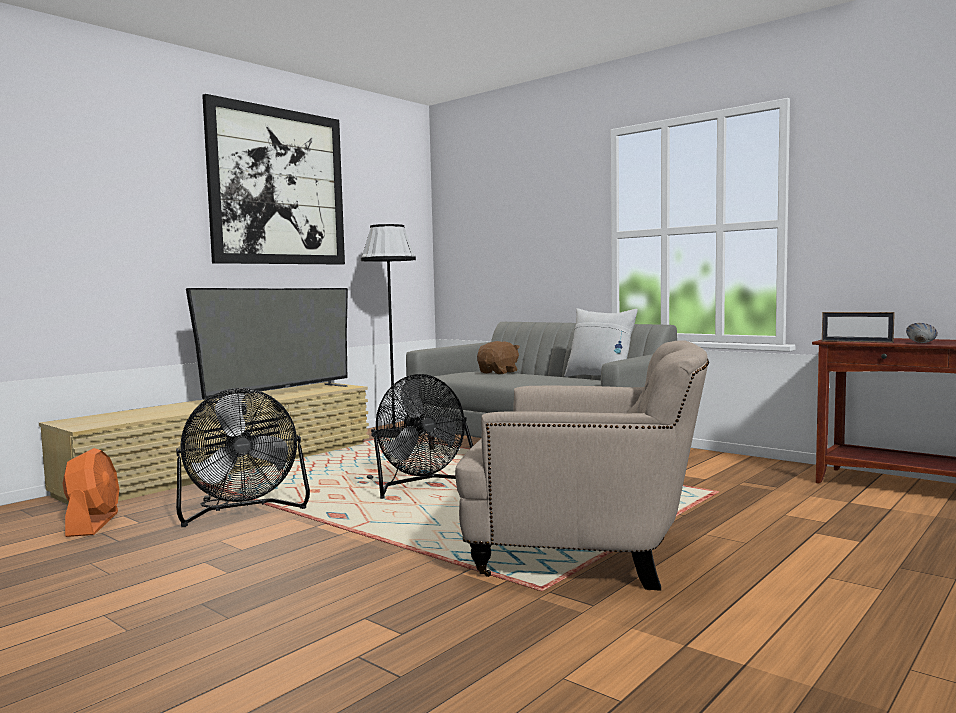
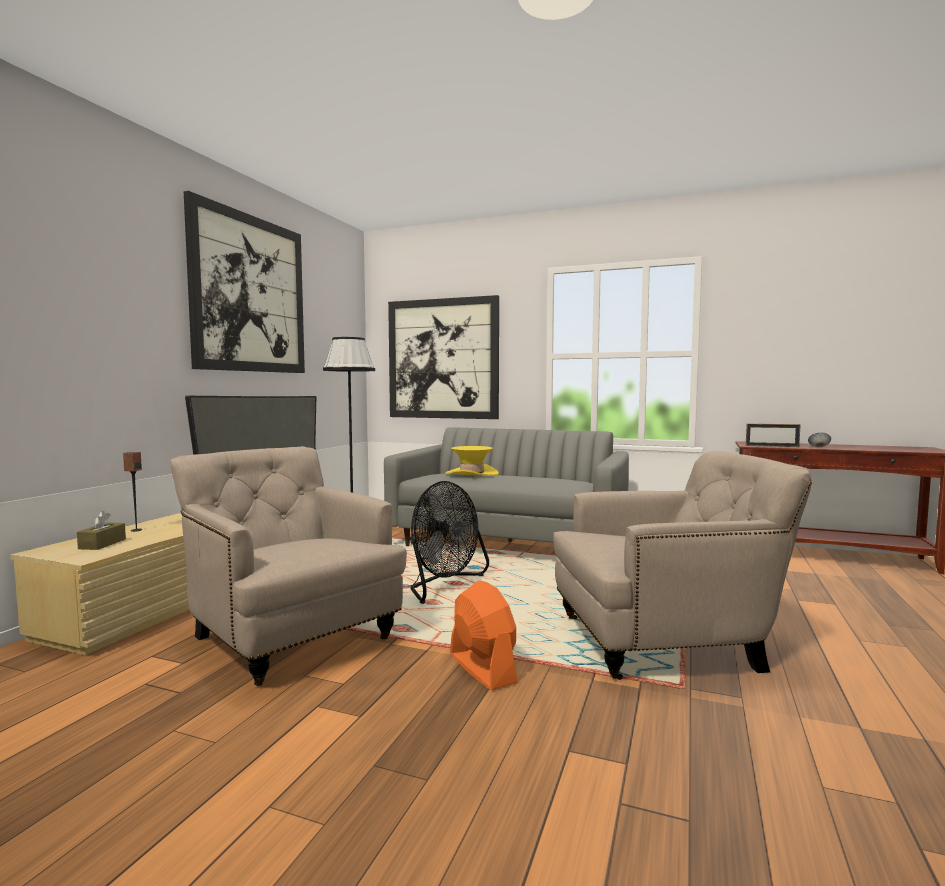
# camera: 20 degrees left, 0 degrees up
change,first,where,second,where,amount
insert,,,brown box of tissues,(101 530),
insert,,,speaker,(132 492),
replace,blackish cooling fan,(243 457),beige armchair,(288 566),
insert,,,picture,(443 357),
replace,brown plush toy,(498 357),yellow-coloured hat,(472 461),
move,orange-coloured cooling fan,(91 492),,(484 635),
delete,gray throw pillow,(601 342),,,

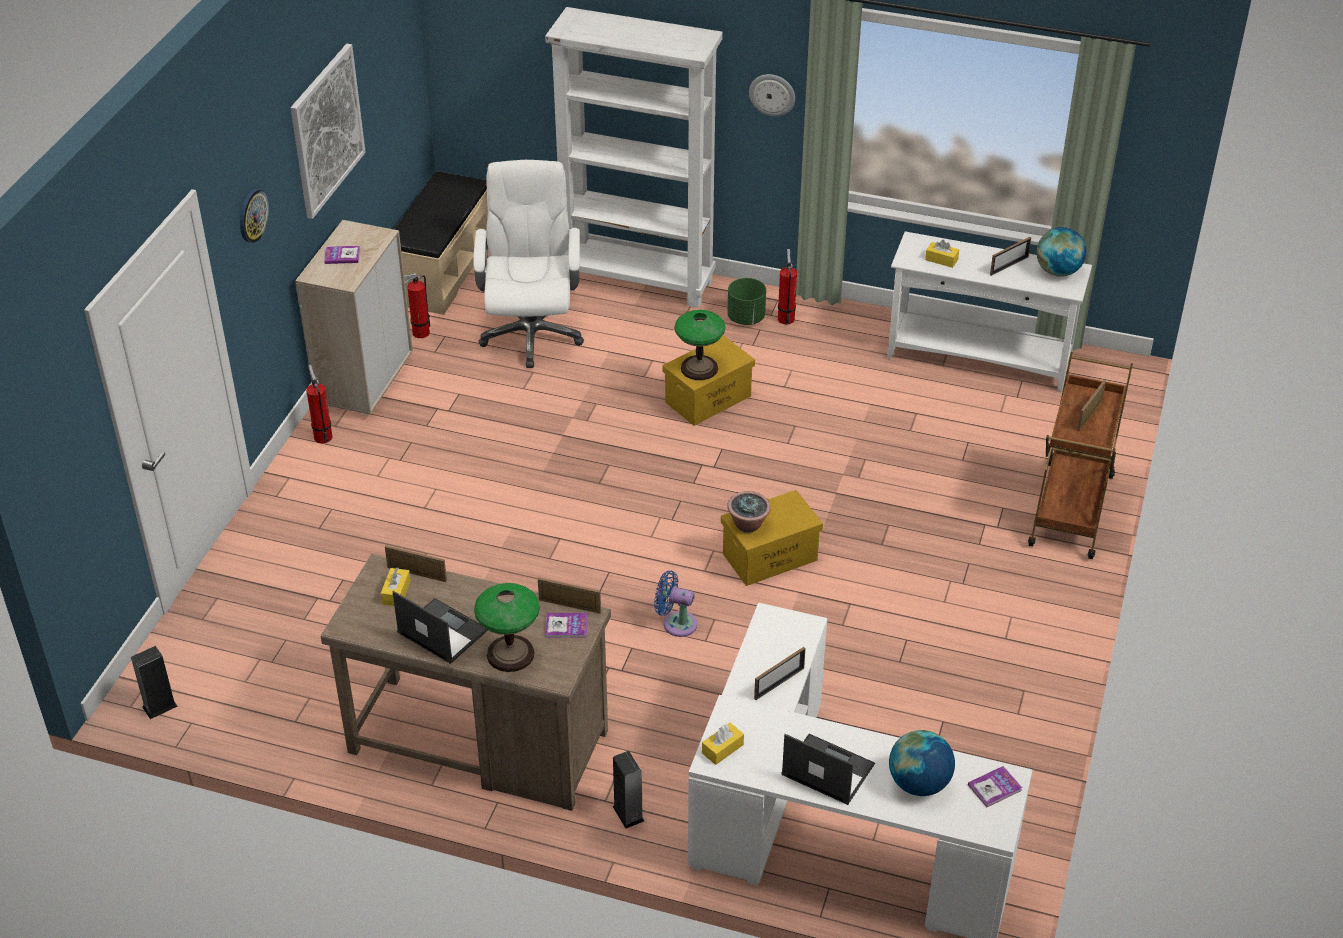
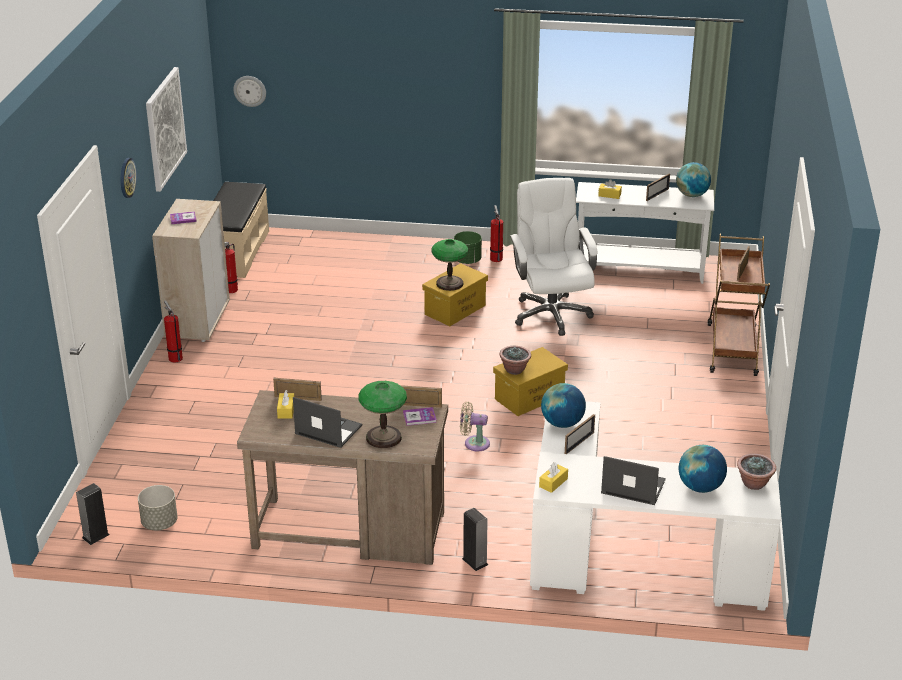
# camera: 10 degrees left, 10 degrees down
change,first,where,second,where,amount
insert,,,gray plant pot,(158 507),
move,clock on the wall,(772 95),,(249 91),
recolor,blue cooling fan,(676 604),beige cooling fan,(475 426),
move,white-coloured computer chair,(528 264),,(554 257),
insert,,,world globe,(563 405),
replace,book,(995 786),houseplant,(756 471),
delete,white-coloured bookcase,(634 157),,,

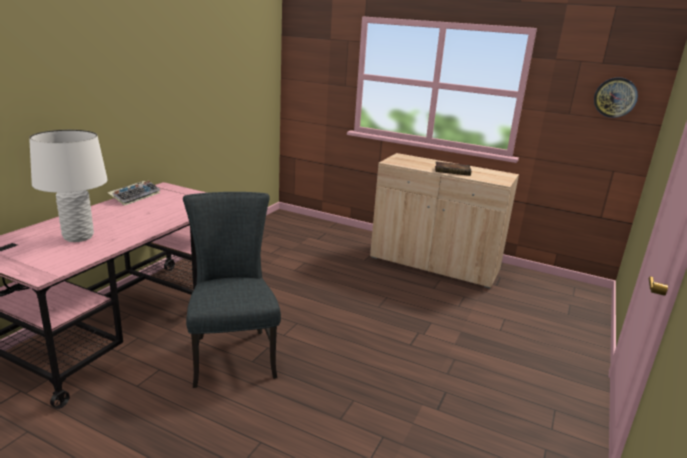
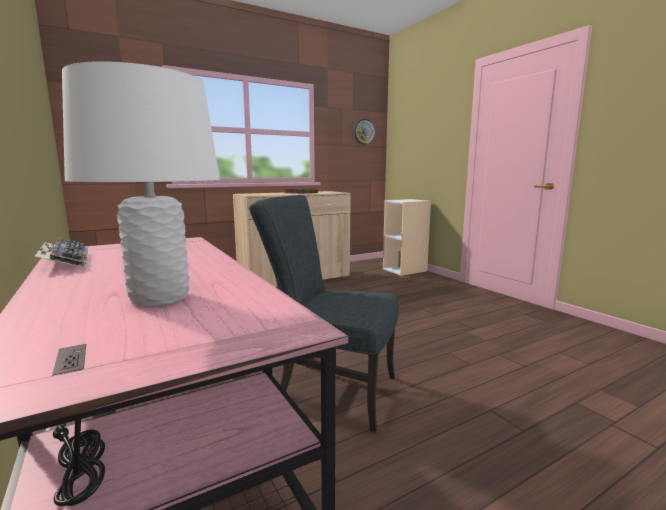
# camera: 55 degrees left, 10 degrees down
change,first,where,second,where,amount
insert,,,bookcase,(407 237),

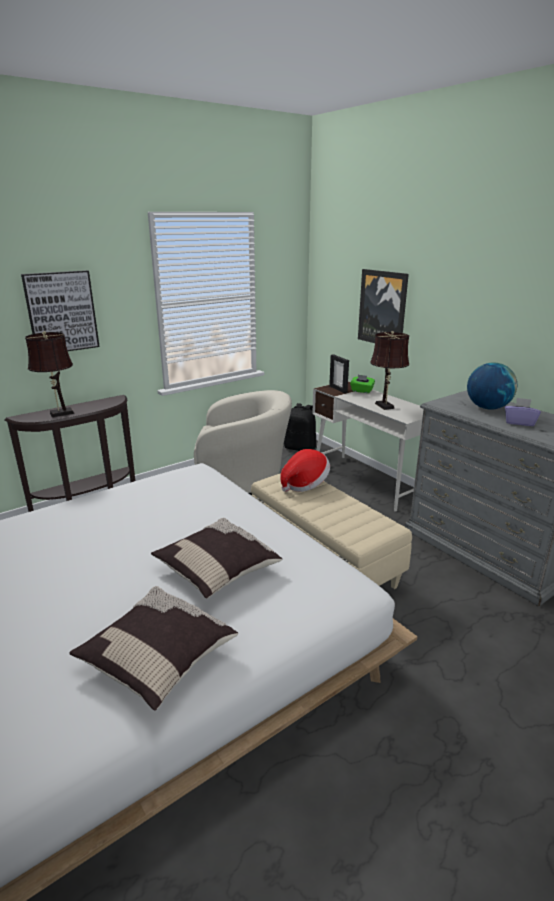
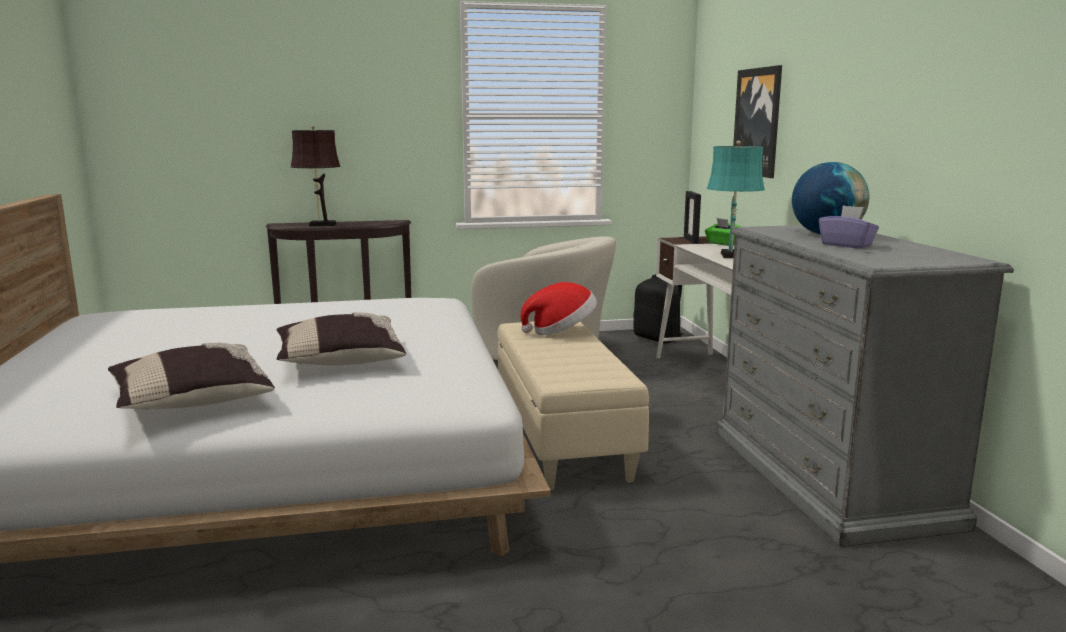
# camera: 25 degrees right, 10 degrees down
change,first,where,second,where,amount
recolor,brown tabletop lamp,(389 370),turquoise tabletop lamp,(736 199),
delete,picture,(60 310),,,

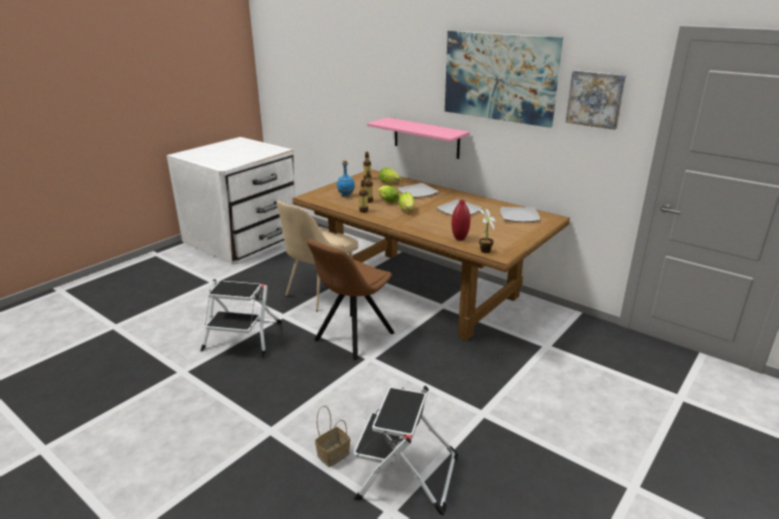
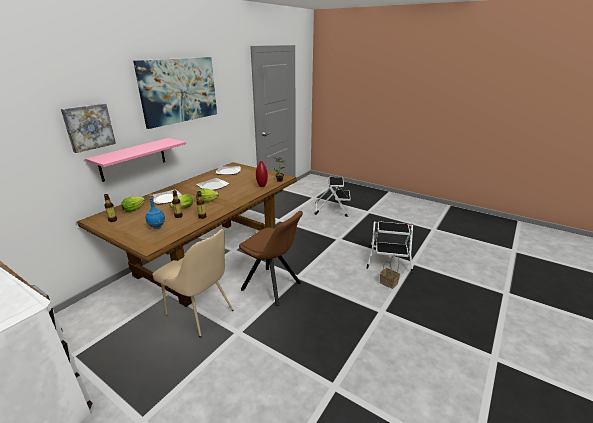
# camera: 95 degrees left, 0 degrees up
change,first,where,second,where,amount
move,picture,(596 100),,(88 128),
move,stepladder,(241 318),,(333 196),

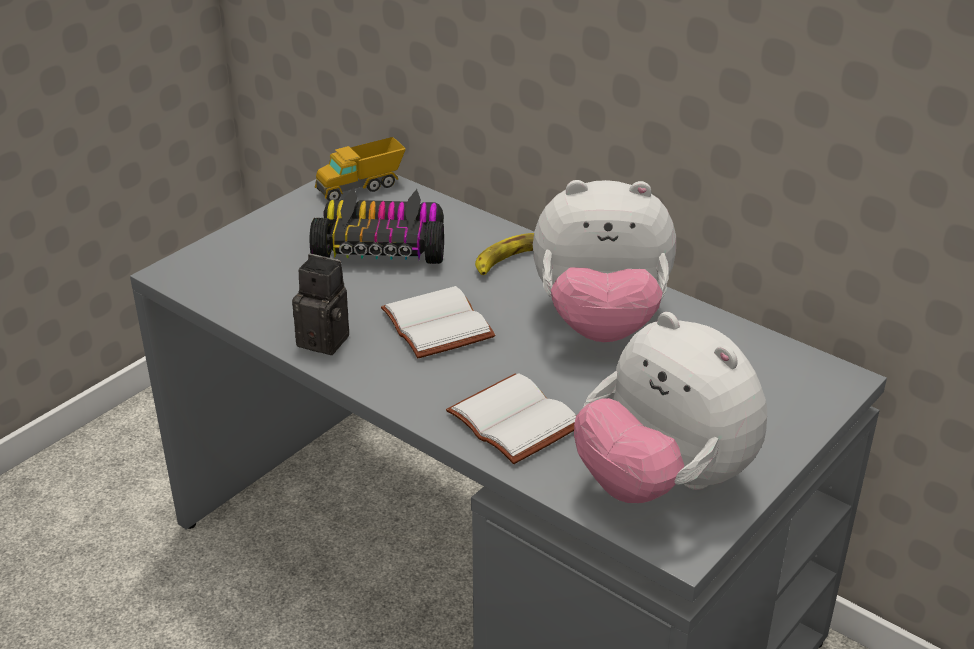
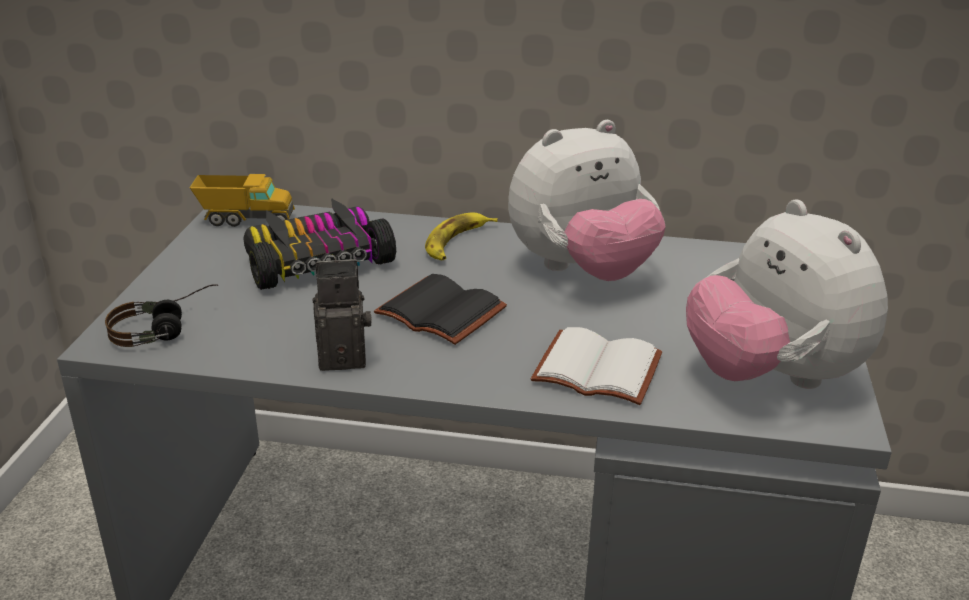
# camera: 30 degrees left, 5 degrees down
change,first,where,second,where,amount
insert,,,headset,(161 315),
rotate,toy truck,(360 169),,(242 200),120 degrees counterclockwise
recolor,white-coloured book,(438 322),blackish book,(440 309),
rotate,plush toy,(670 407),,(787 294),45 degrees clockwise

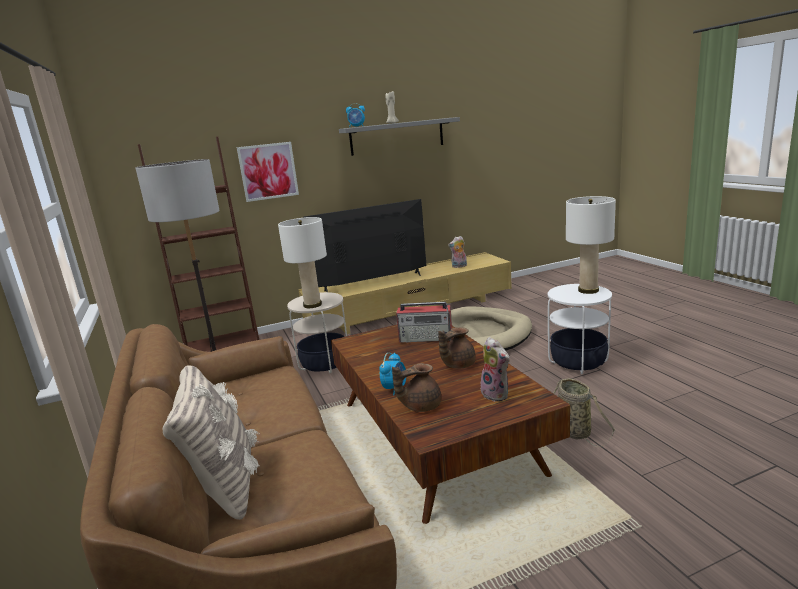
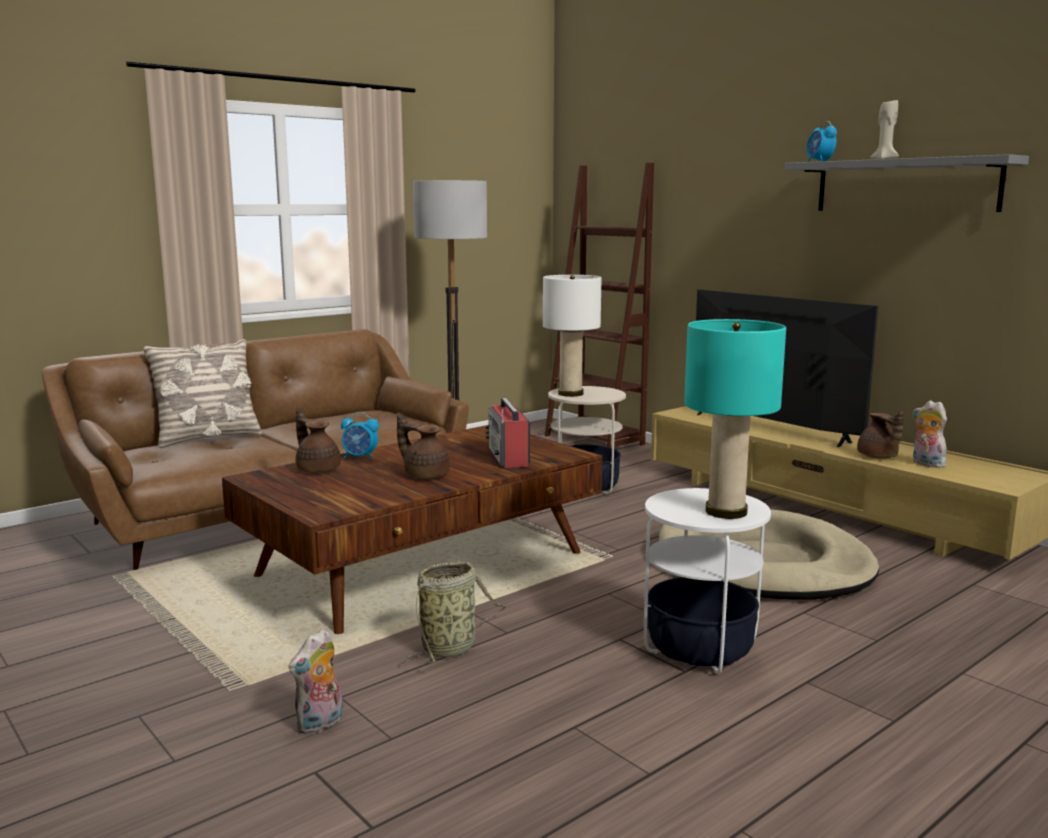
# camera: 70 degrees right, 5 degrees down
change,first,where,second,where,amount
move,plush toy,(495 369),,(315 682),
recolor,white-coloured tabletop lamp,(591 245),turquoise tabletop lamp,(735 419),
insert,,,brown teapot,(880 435),
delete,picture,(268 172),,,

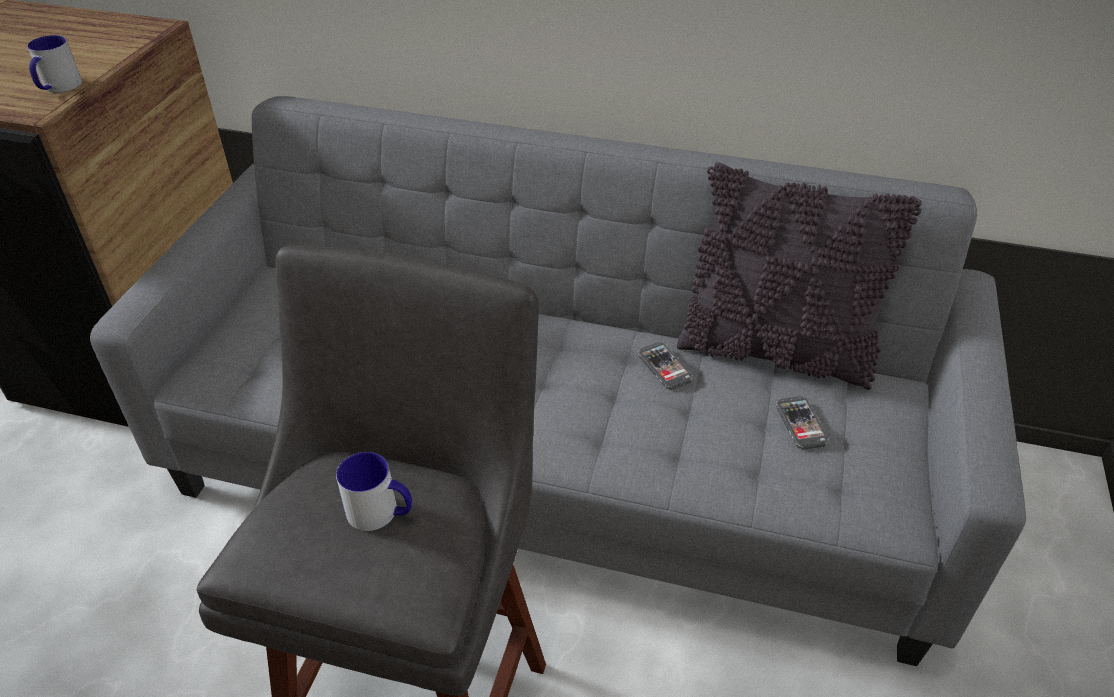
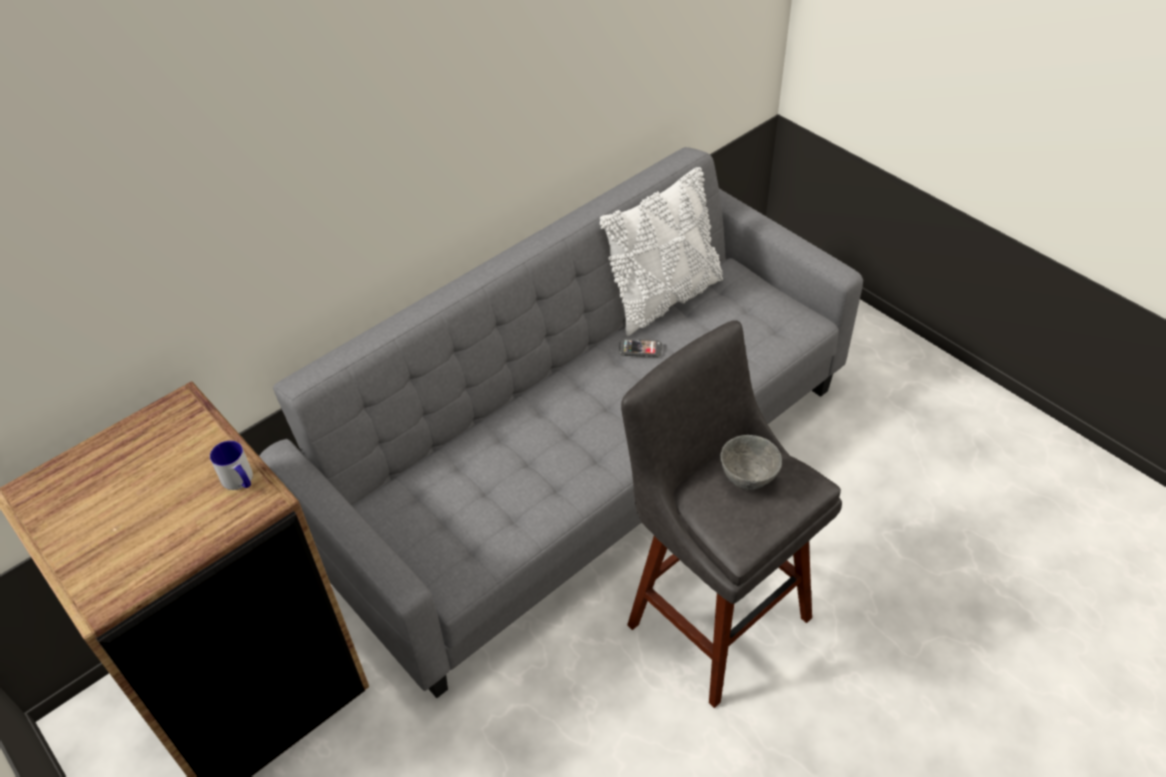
# camera: 55 degrees left, 5 degrees up
change,first,where,second,where,amount
recolor,blackish throw pillow,(799 276),white-coloured throw pillow,(661 251),
replace,coffee mug,(374 491),gray serving bowl,(751 462),
delete,phone,(802 423),,,

